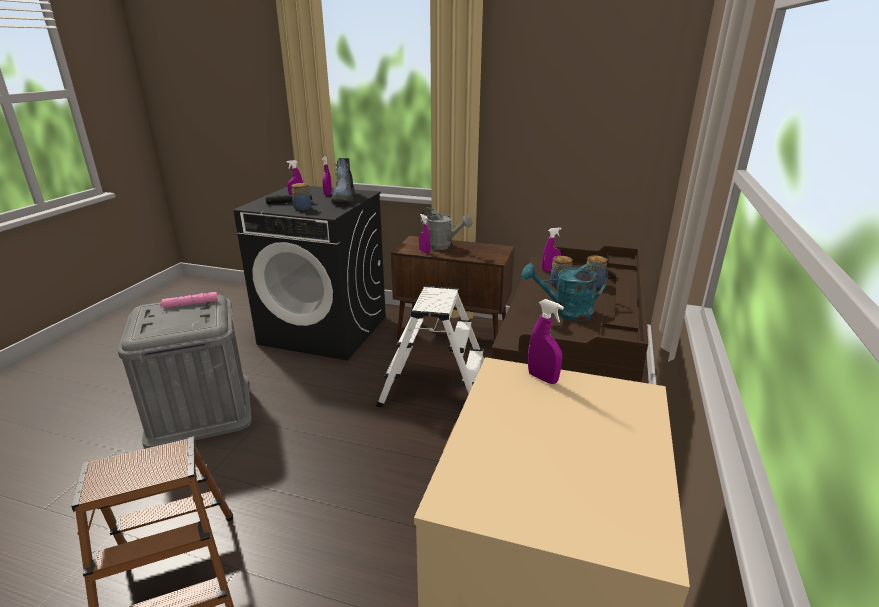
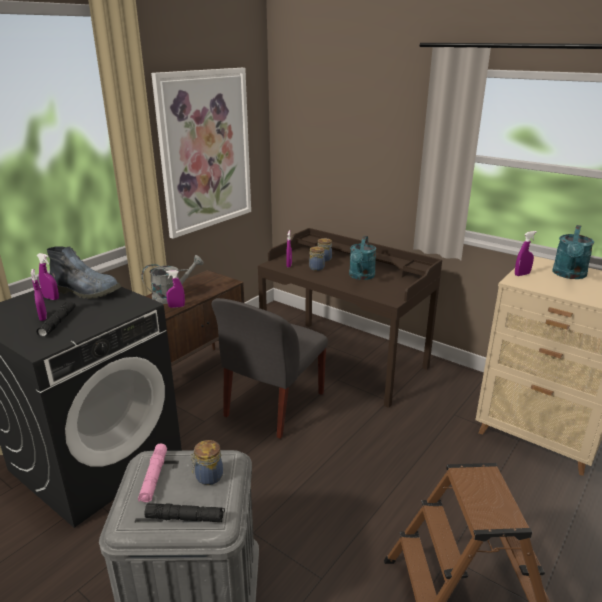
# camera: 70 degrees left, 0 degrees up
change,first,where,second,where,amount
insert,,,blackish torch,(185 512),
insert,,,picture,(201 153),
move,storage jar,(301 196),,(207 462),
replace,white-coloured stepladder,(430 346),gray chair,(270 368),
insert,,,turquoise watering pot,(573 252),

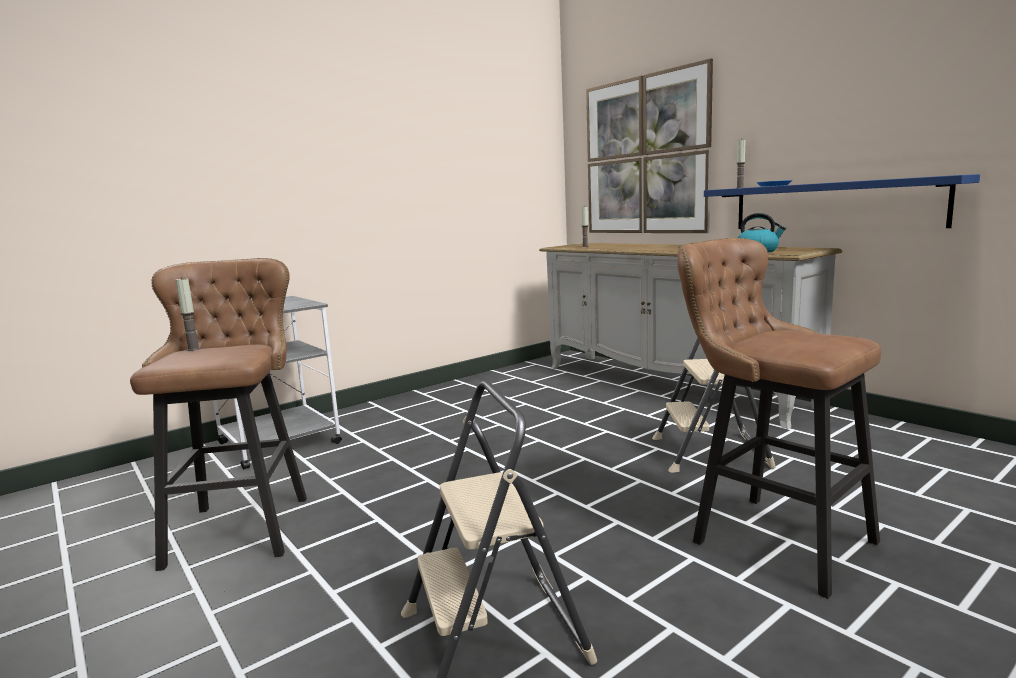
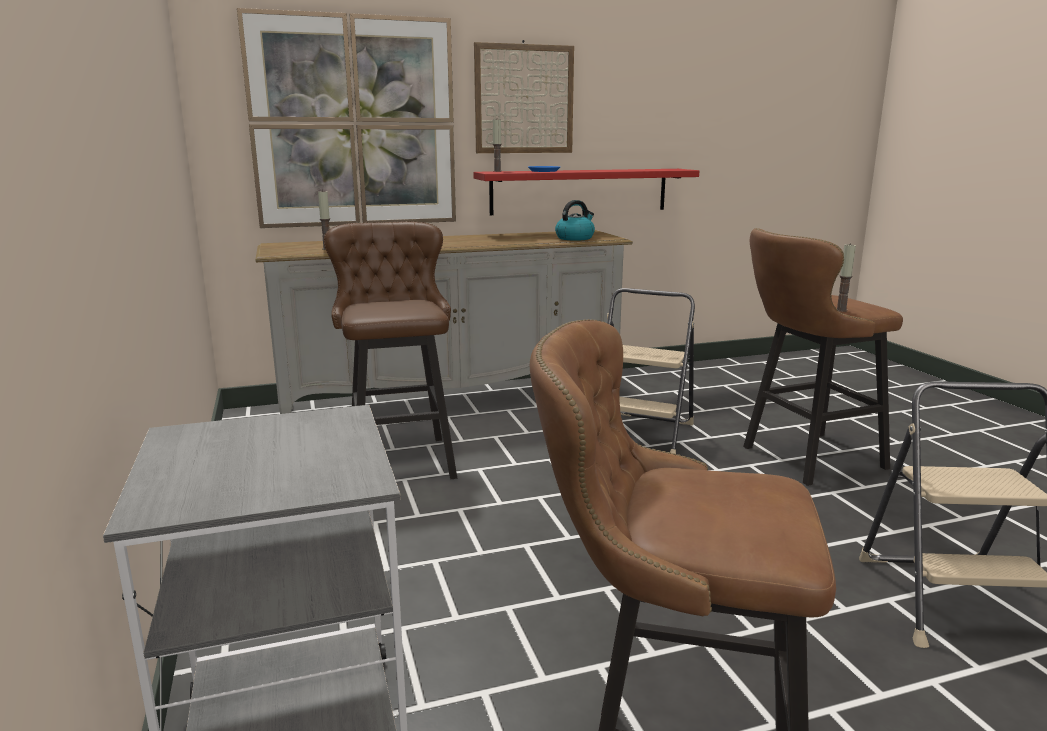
# camera: 70 degrees left, 5 degrees up
change,first,where,second,where,amount
insert,,,brown stool seat,(390 350),
recolor,blue wall shelf,(842 201),red-coloured wall shelf,(586 192),
insert,,,picture,(524 96),
move,wax candle,(187 314),,(846 277),

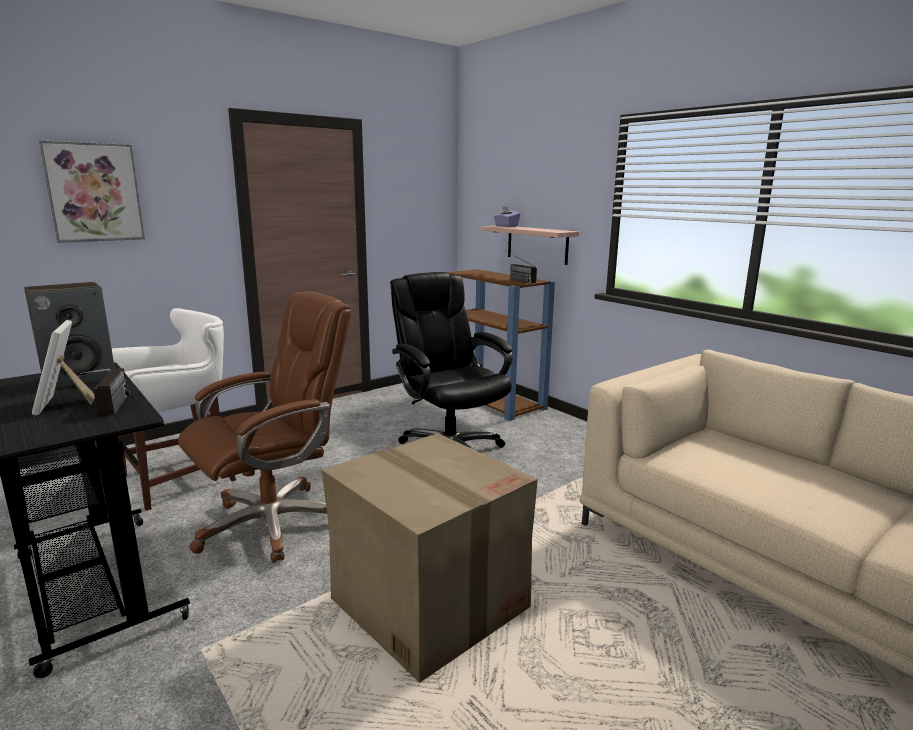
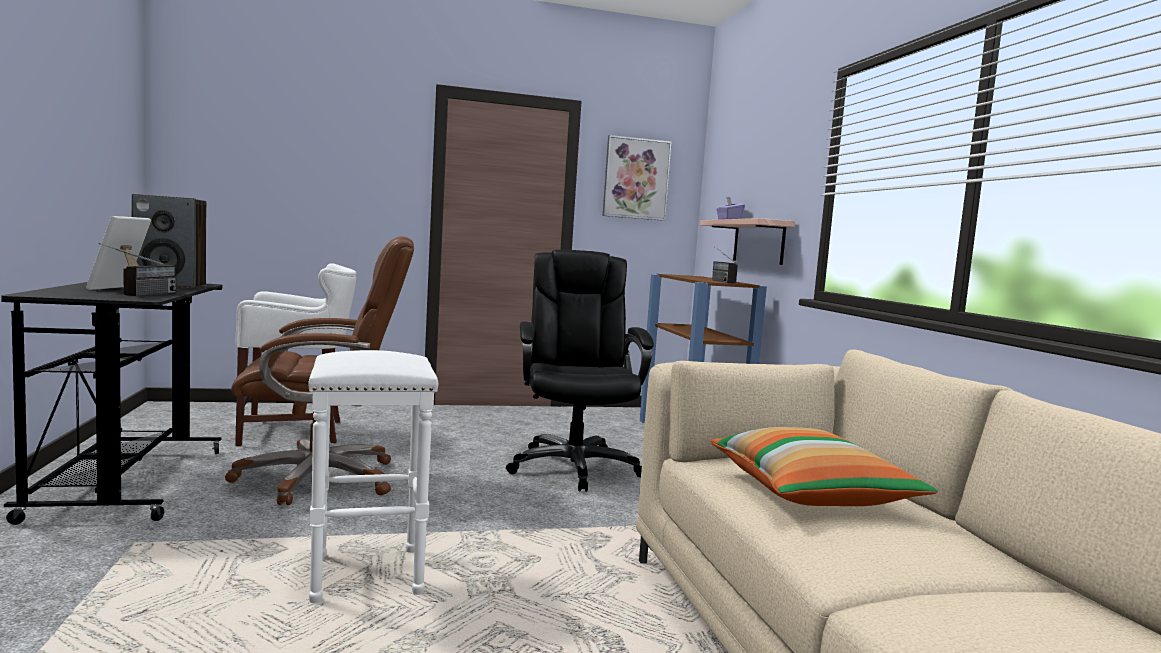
# camera: 25 degrees right, 10 degrees down
change,first,where,second,where,amount
replace,cardboard box,(430 558),white-coloured stool seat,(373 476),
move,picture,(92 191),,(637 178),
insert,,,throw pillow,(824 466),

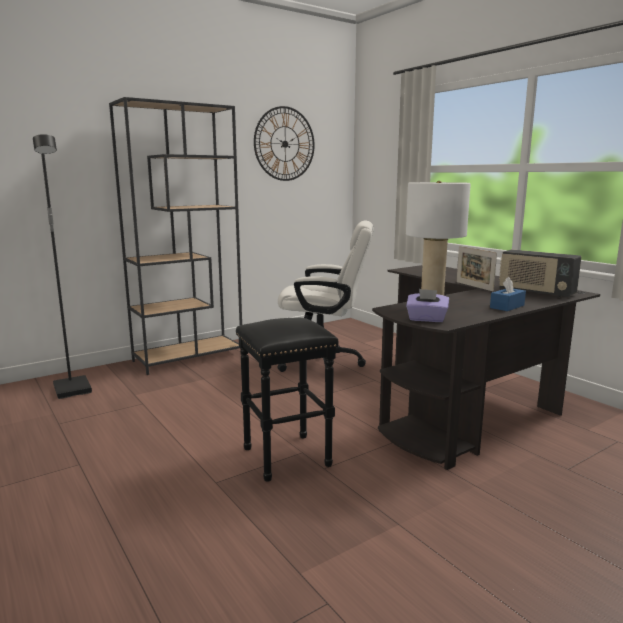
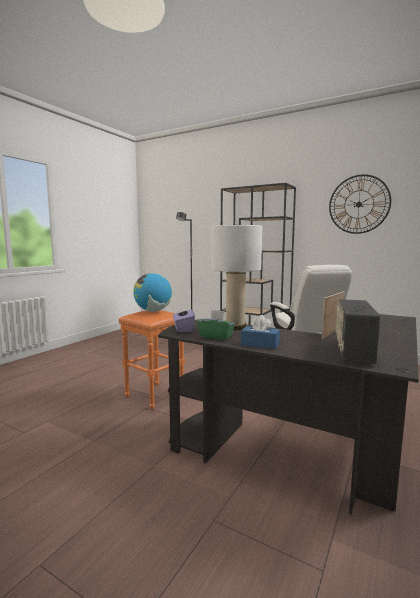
# camera: 65 degrees right, 5 degrees down
change,first,where,second,where,amount
recolor,blackish stool seat,(287 400),orange-coloured stool seat,(152 359),
insert,,,world globe,(152 292),
insert,,,green-coloured box of tissues,(216 325),

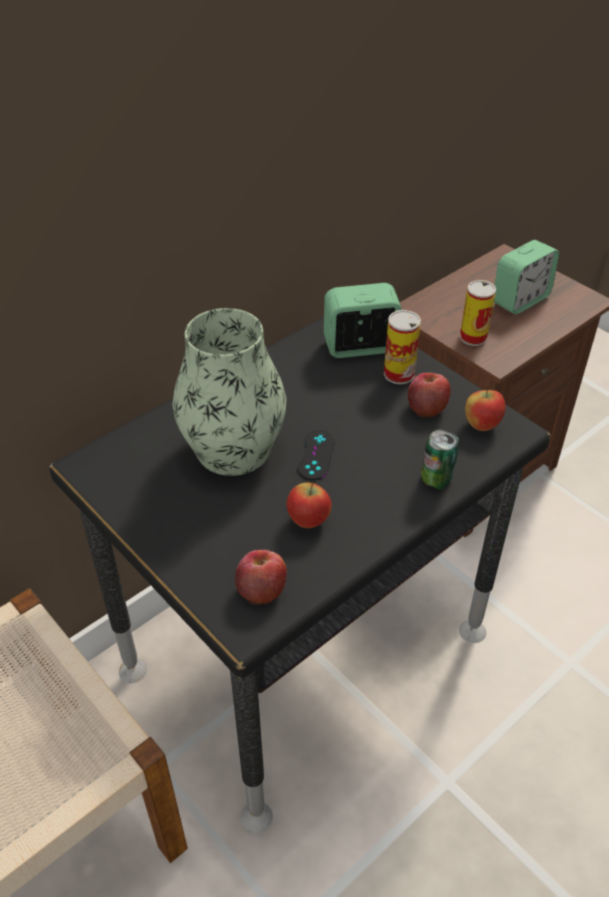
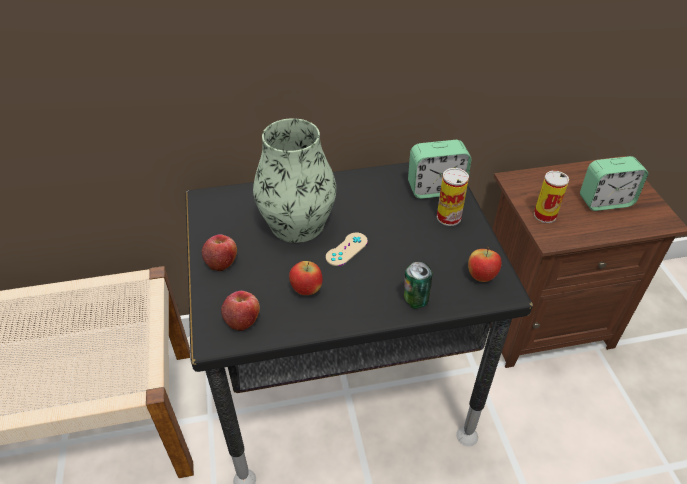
# camera: 30 degrees right, 0 degrees up
change,first,where,second,where,amount
move,whole apple,(429 395),,(219 252),
recolor,blackish gamepad,(316 455),beige gamepad,(347 249),
rotate,alarm clock,(363 320),,(439 169),150 degrees clockwise

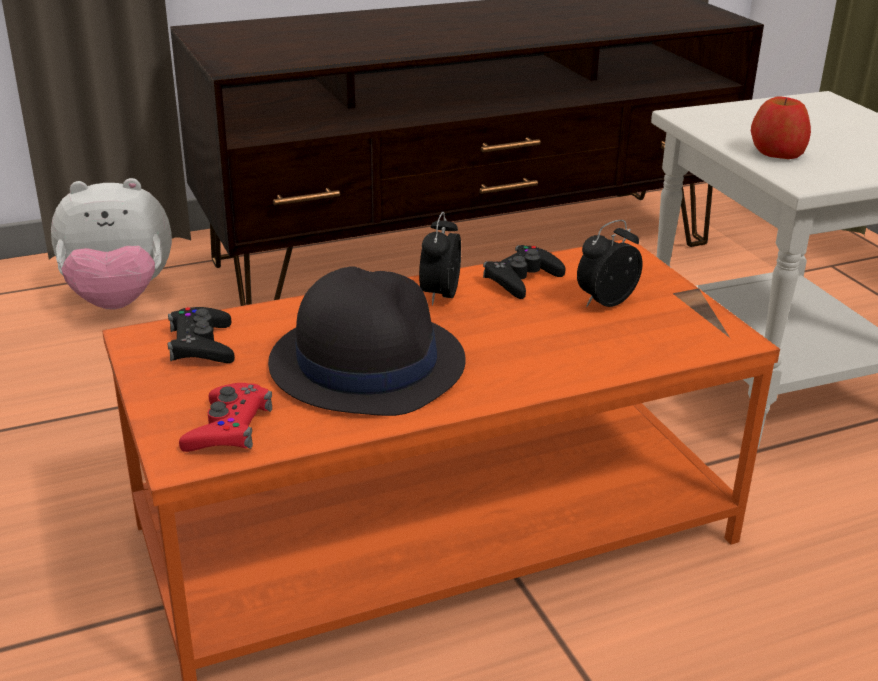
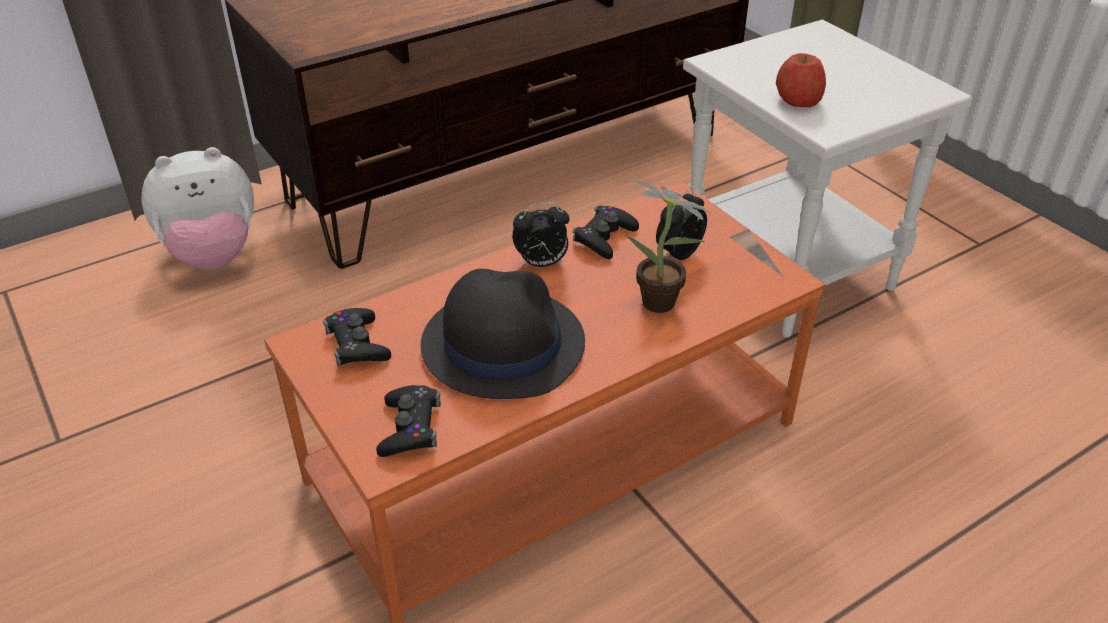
# camera: 10 degrees left, 10 degrees up
change,first,where,second,where,amount
recolor,red-coloured gamepad,(225 417),blackish gamepad,(408 421),
rotate,alarm clock,(440 259),,(541 235),105 degrees counterclockwise
insert,,,houseplant,(670 245),

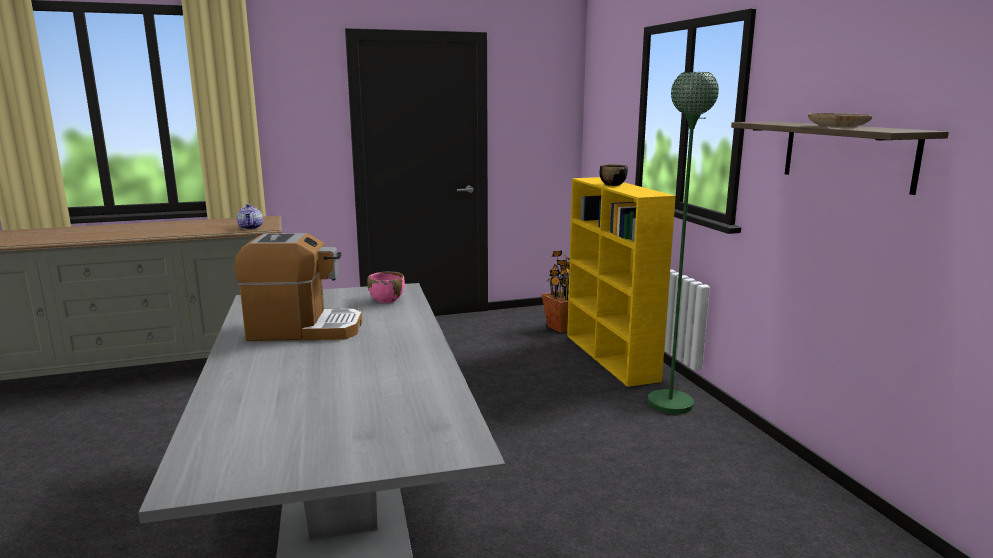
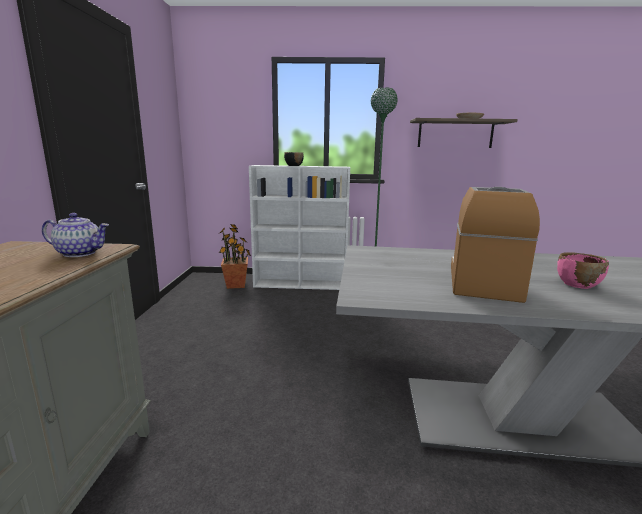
# camera: 70 degrees left, 0 degrees up
change,first,where,second,where,amount
recolor,yellow-coloured bookcase,(621 282),white-coloured bookcase,(299 227),
move,pinkish serving bowl,(386 287),,(583 270),

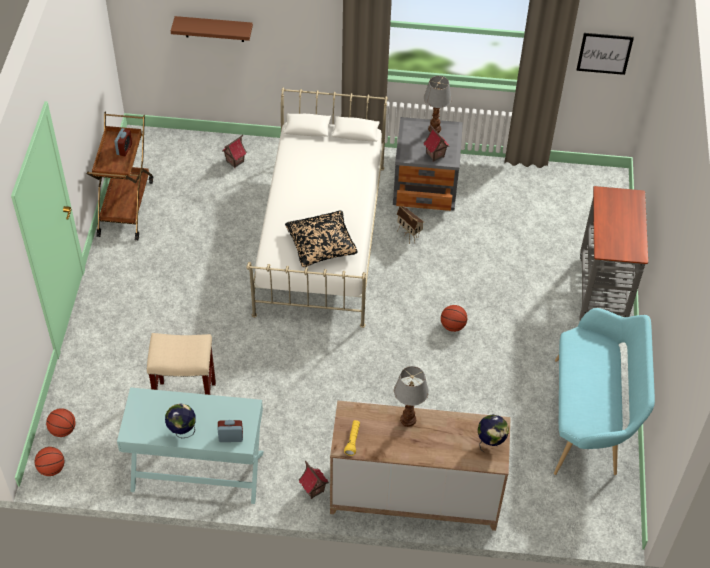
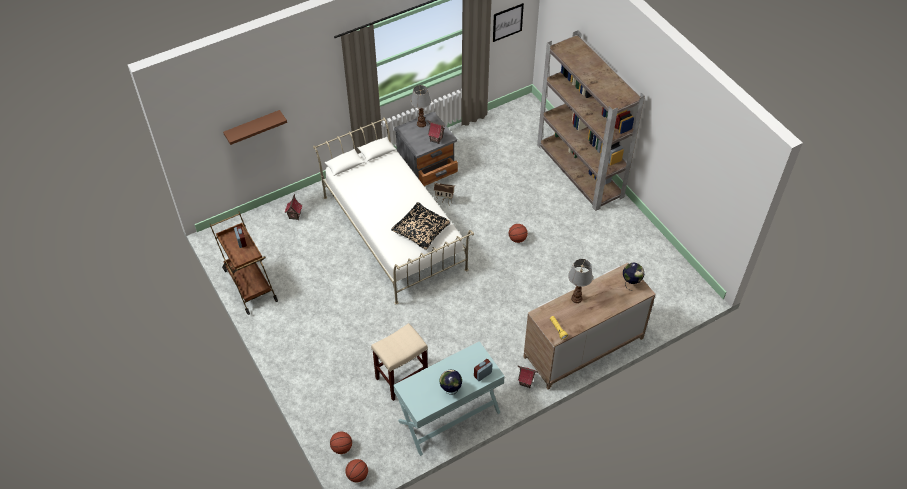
# camera: 35 degrees left, 0 degrees up
change,first,where,second,where,amount
replace,gray wheeled cart,(613 253),brown bookcase,(591 120),
delete,turquoise long seat,(604 391),,,

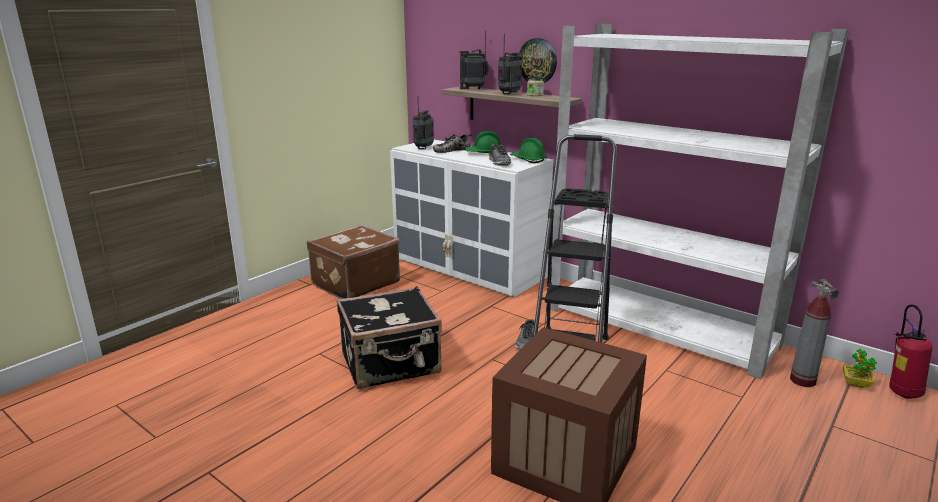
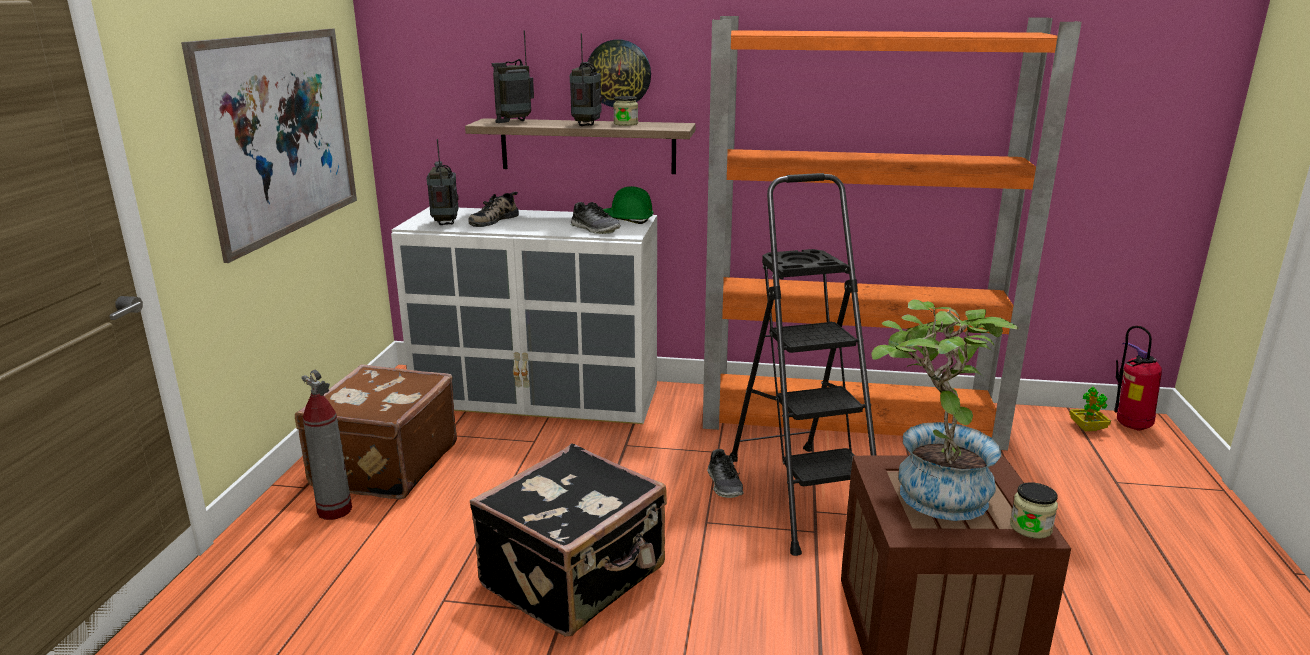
# camera: 30 degrees left, 0 degrees up
change,first,where,second,where,amount
insert,,,picture,(269 146),
move,fire-fighting cylinder,(814 333),,(326 444),
recolor,white-coloured bookcase,(699 201),orange-coloured bookcase,(892 233),
insert,,,houseplant,(945 410),
insert,,,storage jar,(1034 510),
delete,green-coloured hard hat,(483 142),,,

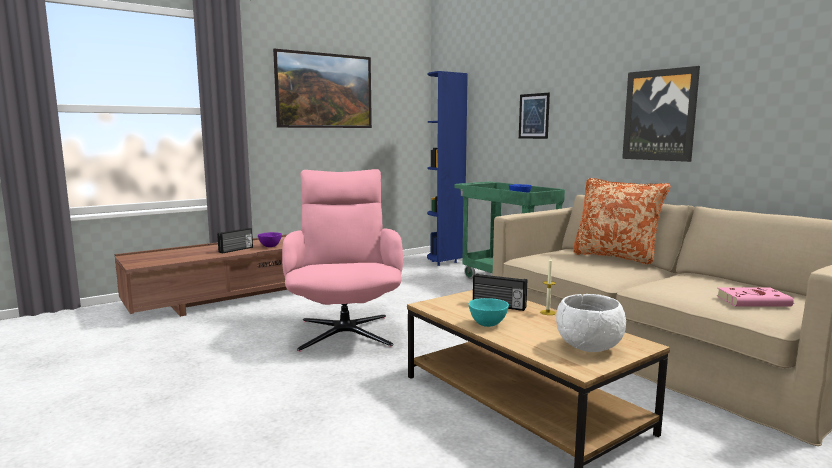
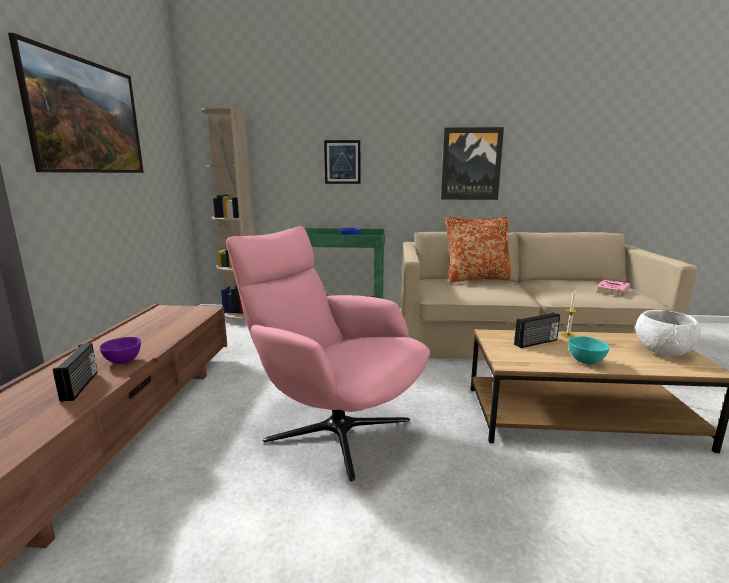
# camera: 50 degrees left, 5 degrees up
change,first,where,second,where,amount
recolor,blue bookcase,(447 168),beige bookcase,(228 214),

